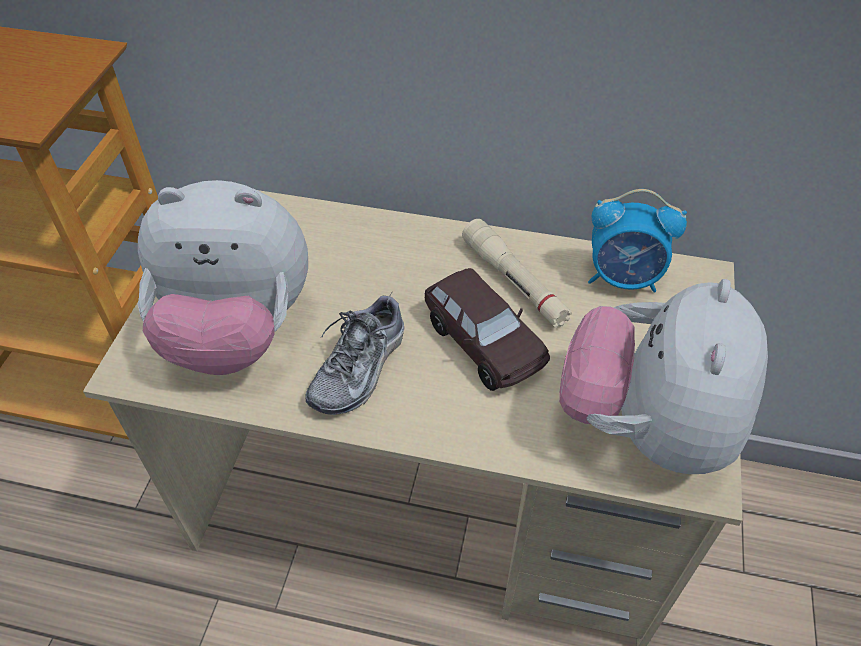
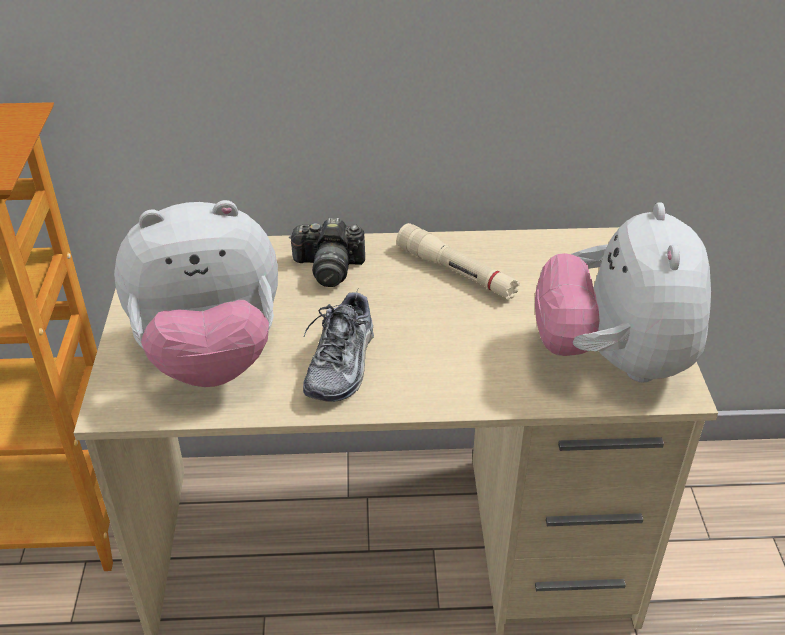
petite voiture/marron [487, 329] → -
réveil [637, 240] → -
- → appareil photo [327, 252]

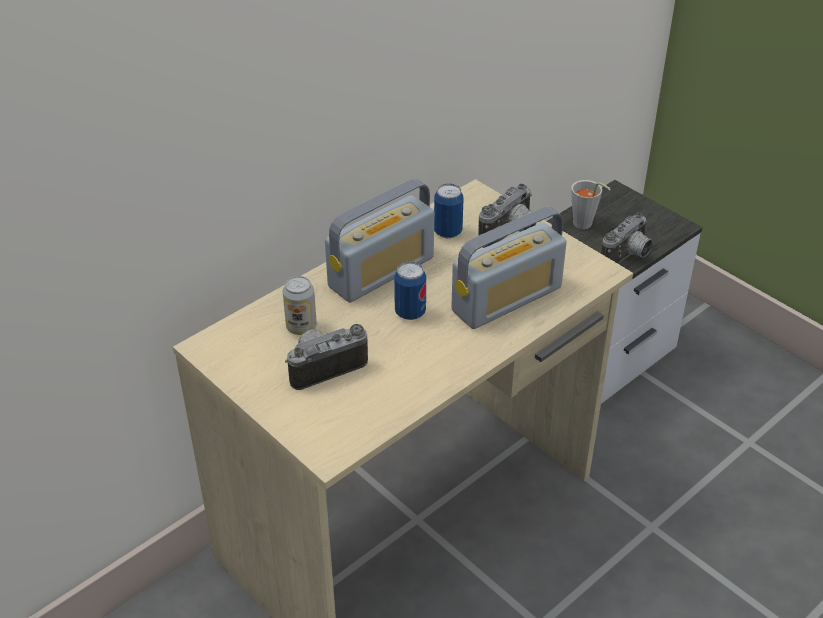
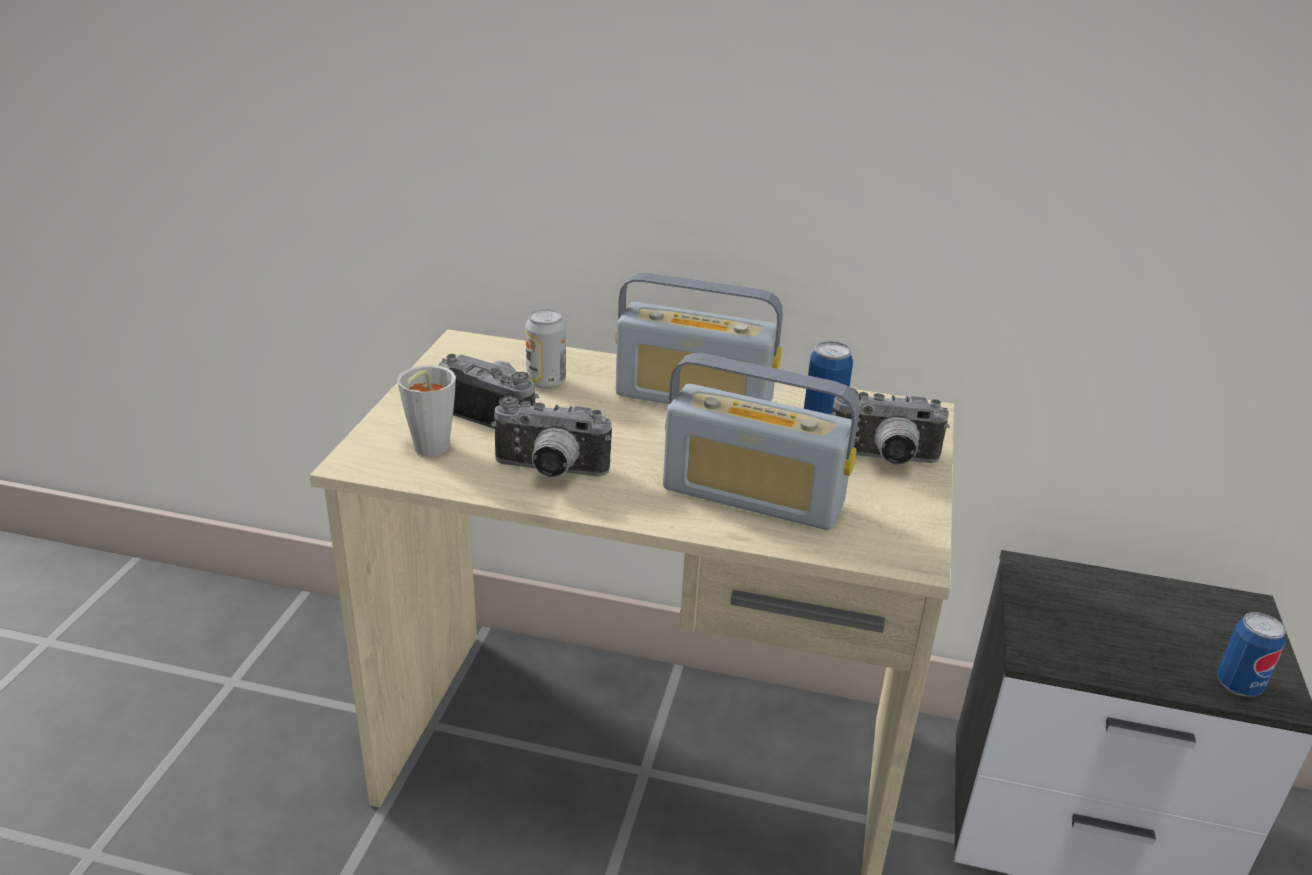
boîte métallique [410, 291] → boîte métallique [1251, 654], relocated
tasse/gris [590, 204] → tasse/gris [426, 410], relocated
appareil photo [626, 238] → appareil photo [551, 437], relocated

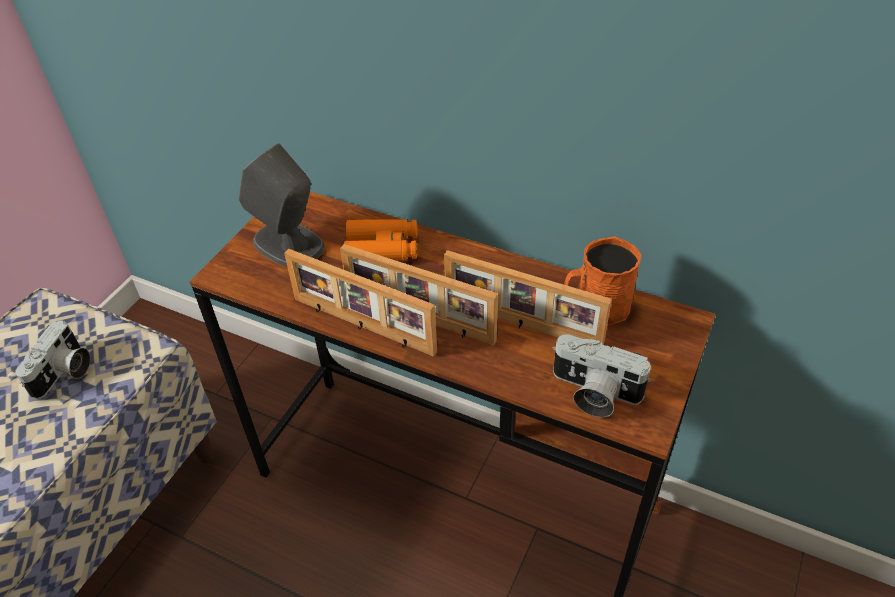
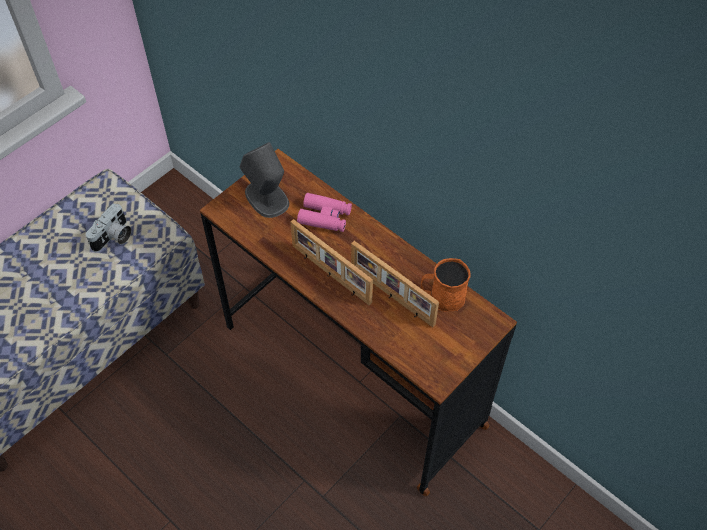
cadre photo [360, 303] → -
jumelles/orange [380, 240] → jumelles/rose [324, 212]
appareil photo [602, 376] → -

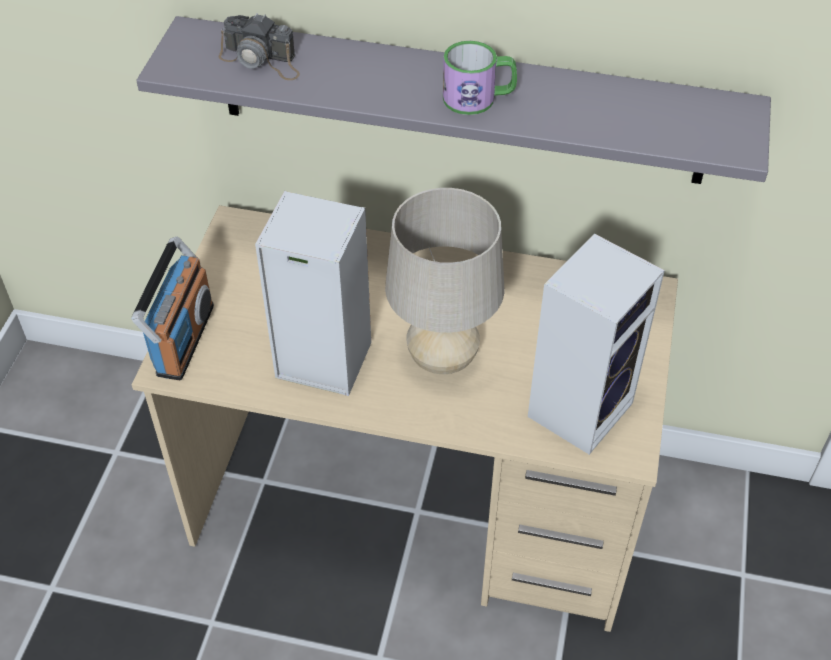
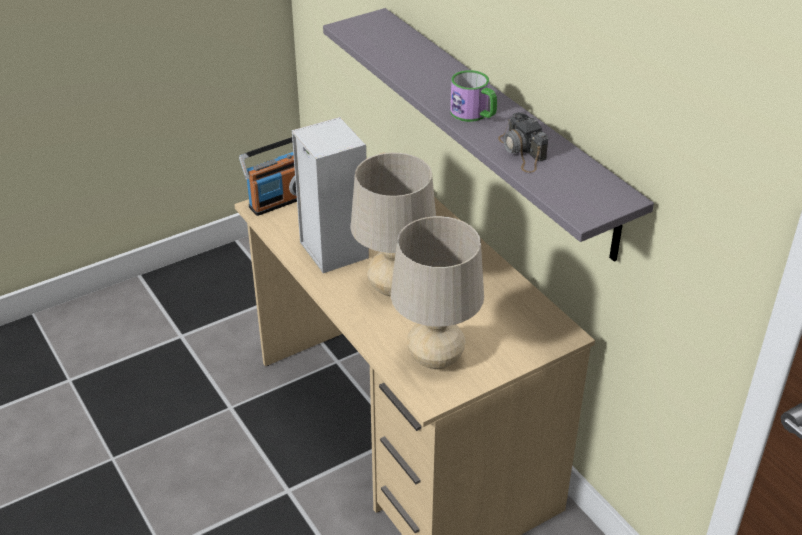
appareil photo [259, 46] → appareil photo [523, 142], relocated
enceinte [596, 344] → lampe de table/beige [437, 293]

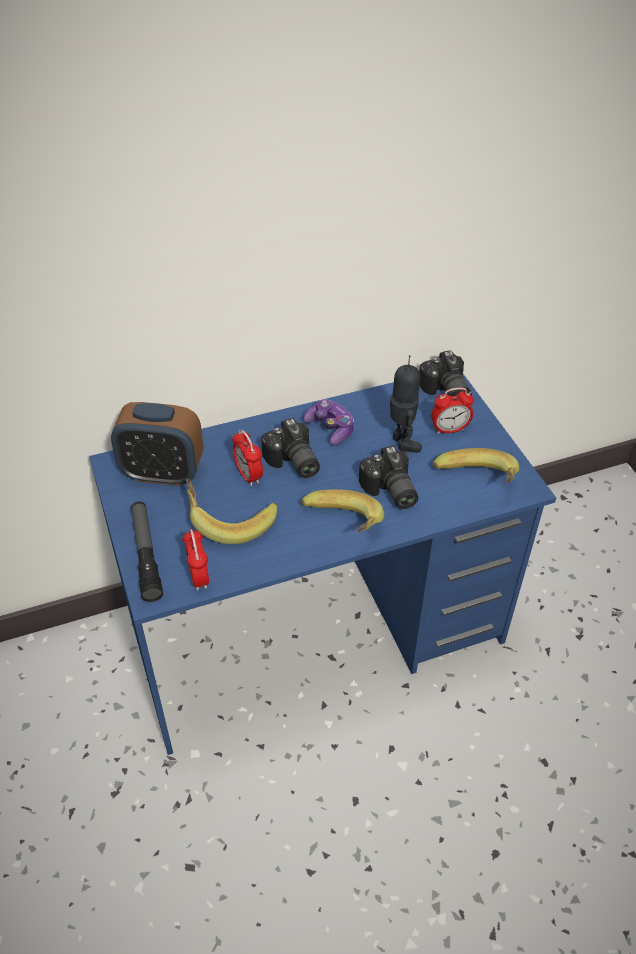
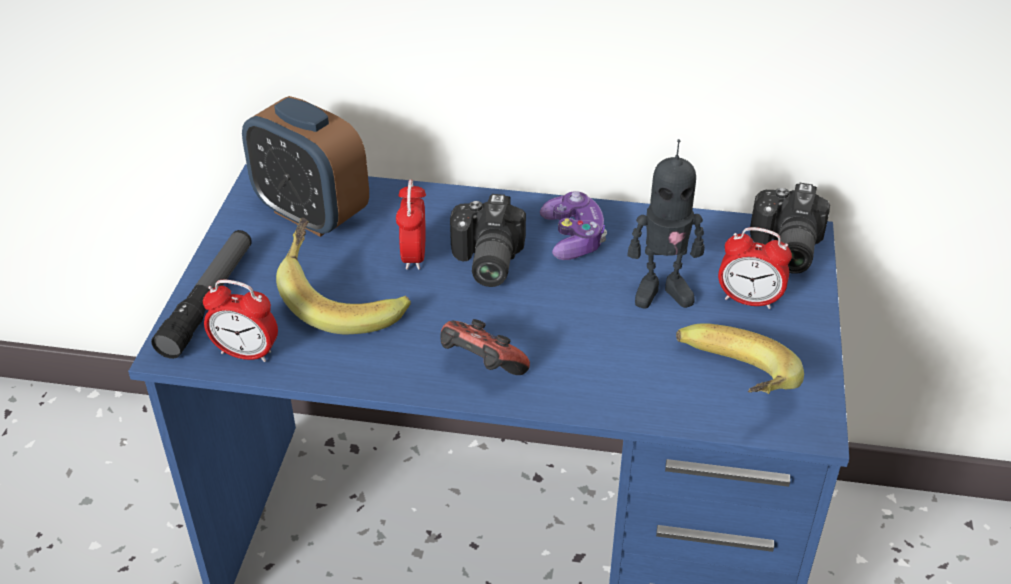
réveil [196, 560] → réveil [240, 320], 90 degrees counterclockwise
banane [342, 511] → manette [485, 347]
appareil photo [388, 477] → -
robot jouet [406, 404] → robot jouet [666, 224], 75 degrees clockwise

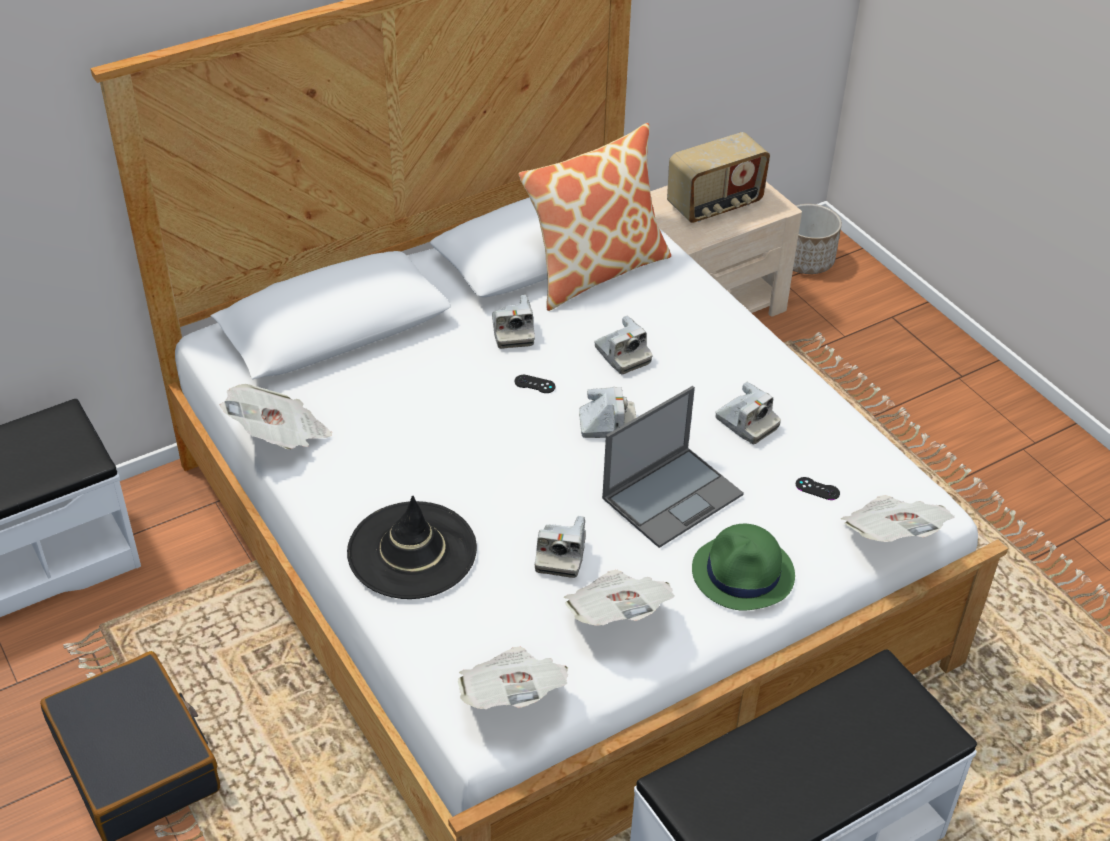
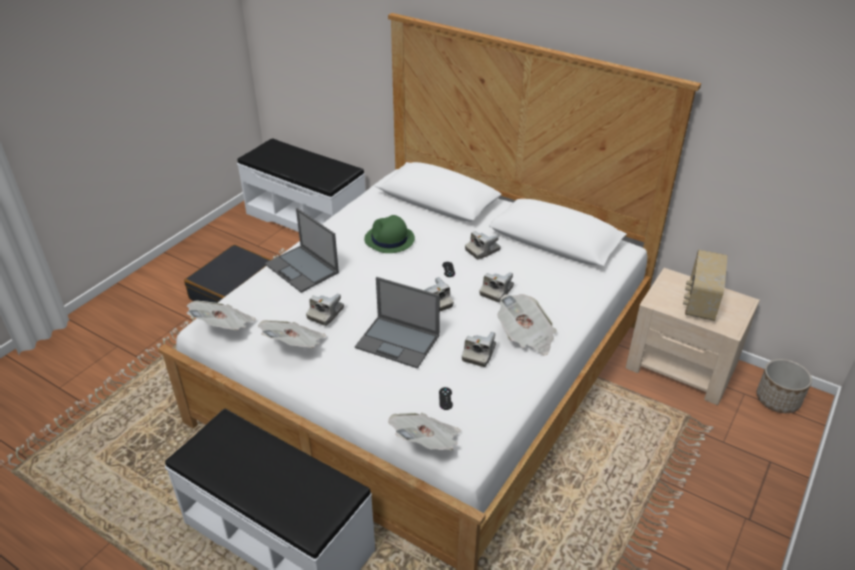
journal [276, 416] → journal [527, 325], relocated
chapeau/noir [412, 547] → ordinateur portable [302, 250]
coussin [595, 217] → -
appareil photo [560, 547] → appareil photo [325, 309], 45 degrees counterclockwise
radio [718, 177] → radio [705, 285], 75 degrees clockwise
chapeau/vert [743, 567] → chapeau/vert [389, 234], relocated

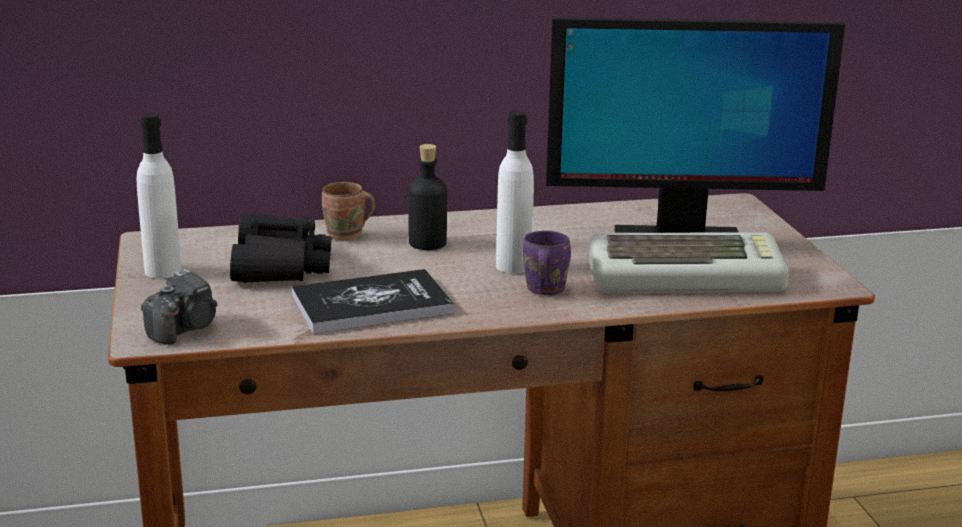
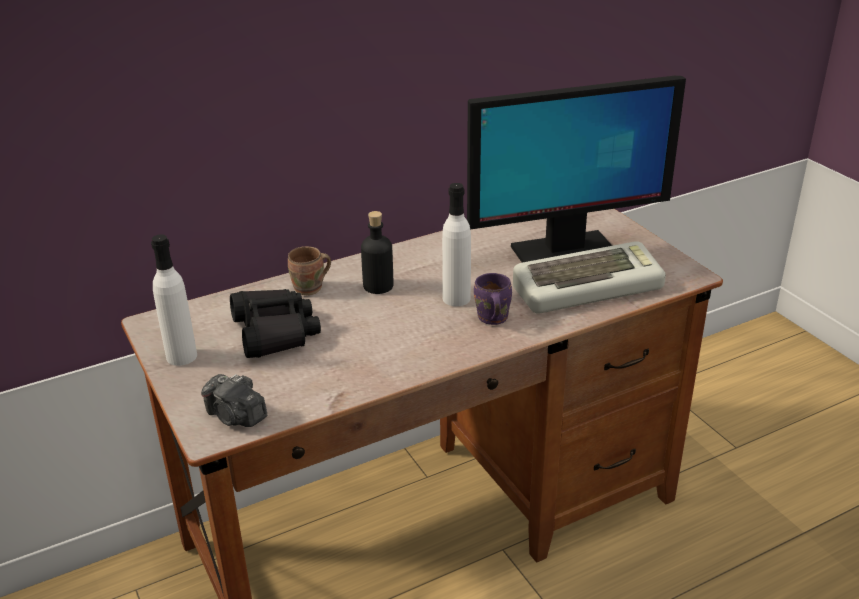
appareil photo [179, 307] → appareil photo [234, 400], 105 degrees clockwise
livre [372, 301] → -

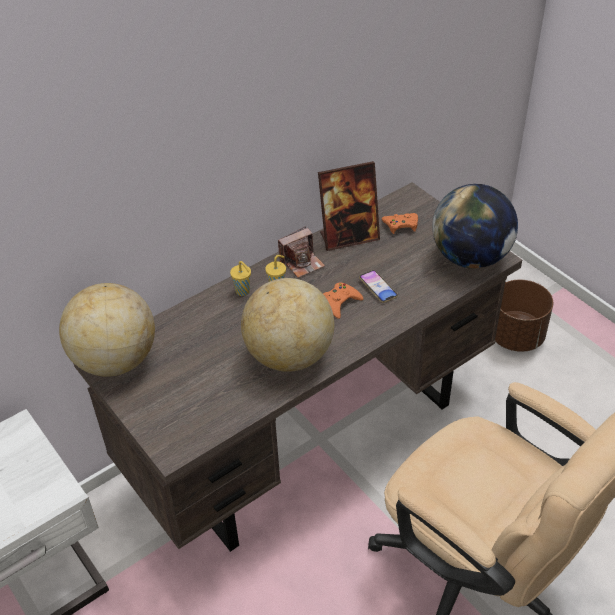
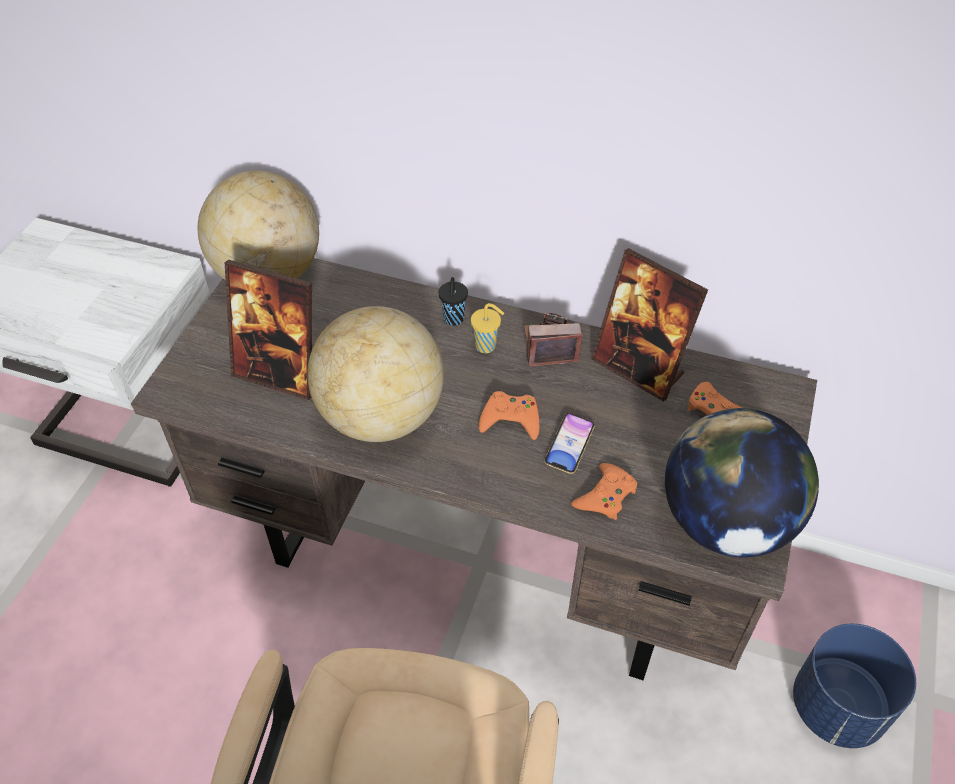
tasse/jaune [240, 278] → tasse/noir [453, 301]
appareil photo [301, 252] → appareil photo [553, 339], 150 degrees clockwise
cache-pot/marron [524, 315] → cache-pot/bleu [854, 686]
- → cadre photo [268, 330]
- → manette/orange [604, 491]

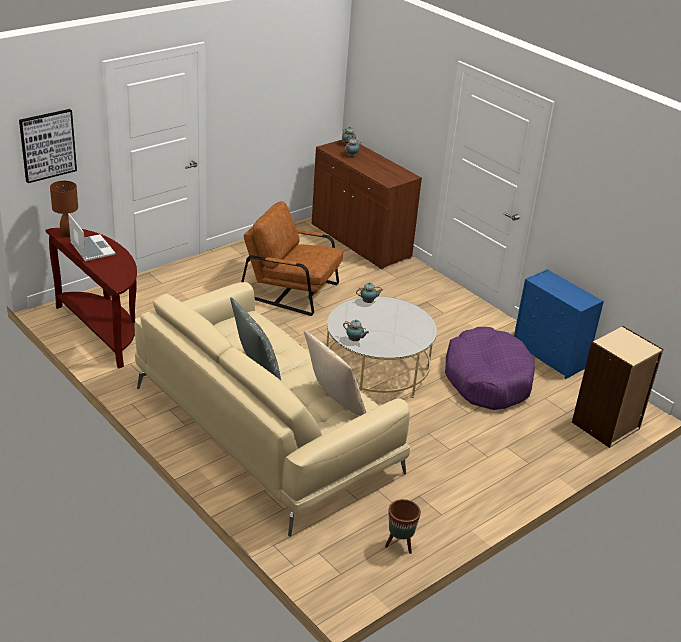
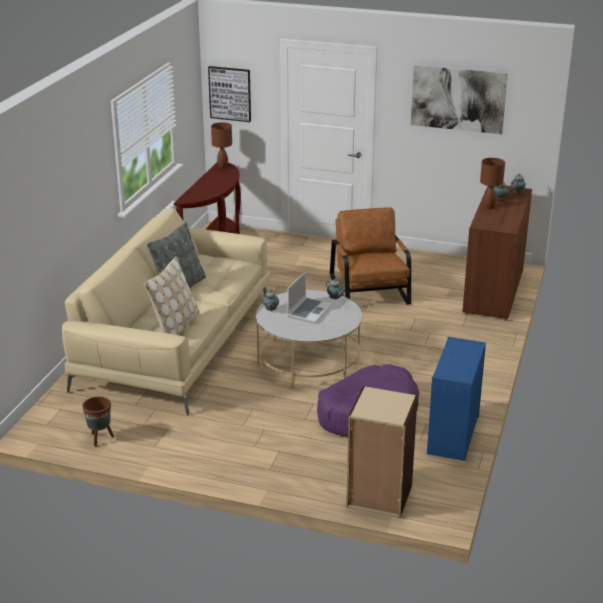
ordinateur portable [92, 237] → ordinateur portable [309, 297], relocated
- → tableau [459, 99]
- → lampe de table/marron [492, 183]

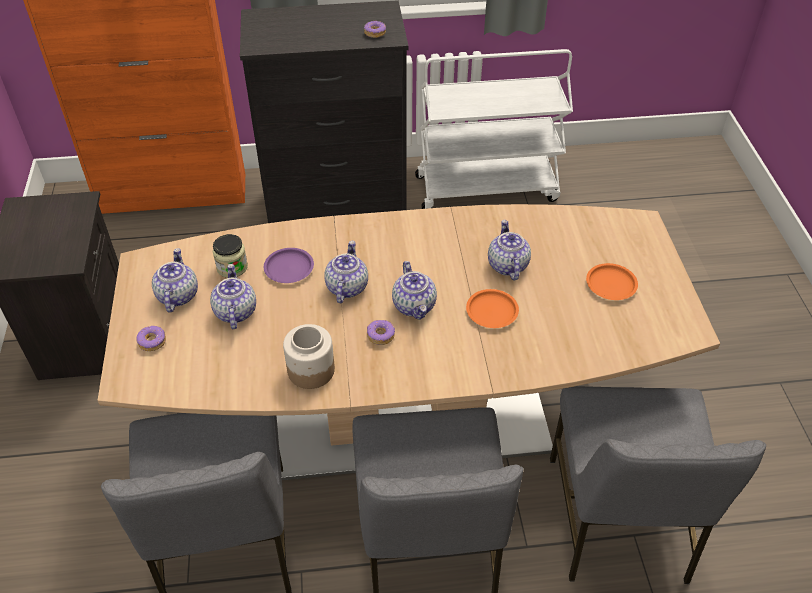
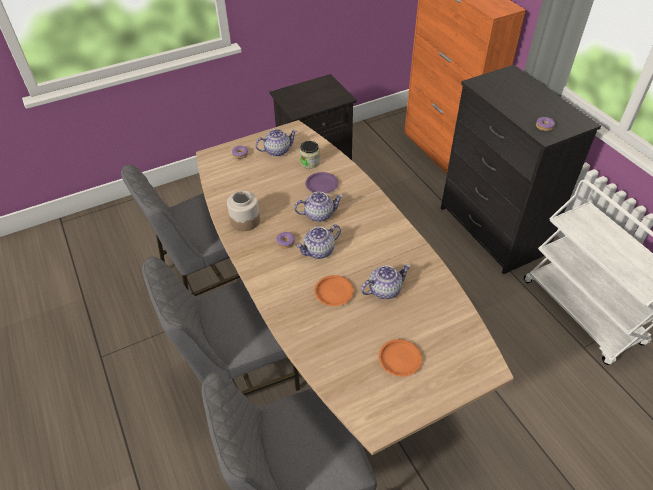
théière [233, 296] → -

